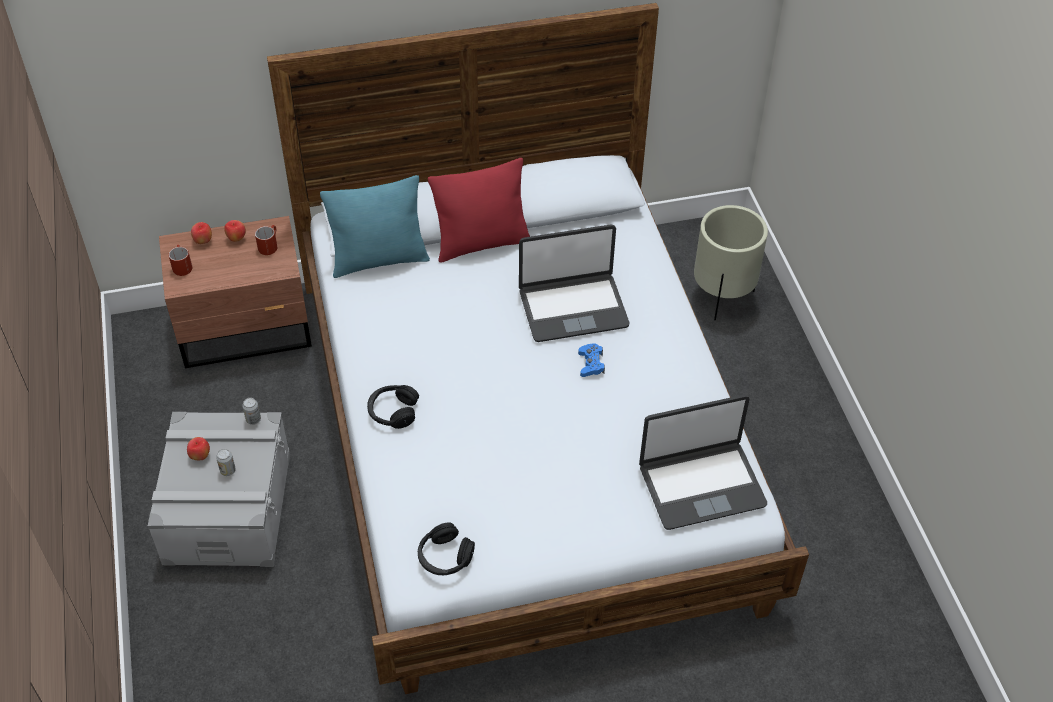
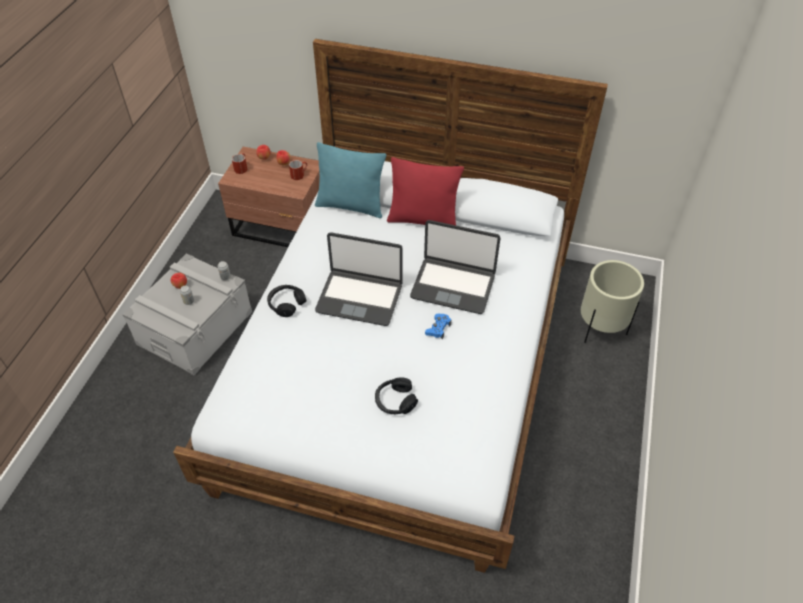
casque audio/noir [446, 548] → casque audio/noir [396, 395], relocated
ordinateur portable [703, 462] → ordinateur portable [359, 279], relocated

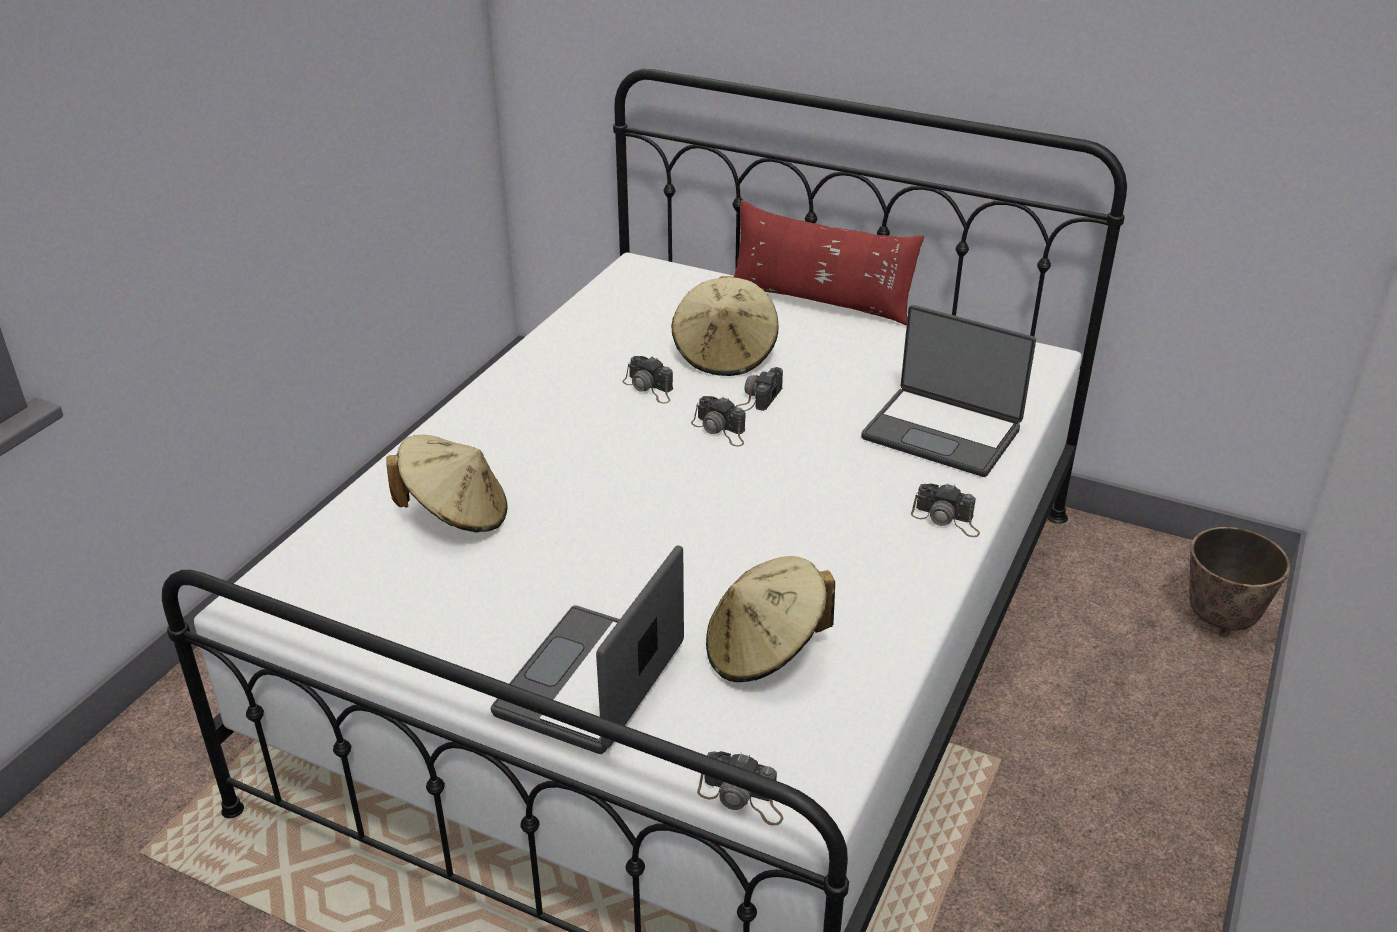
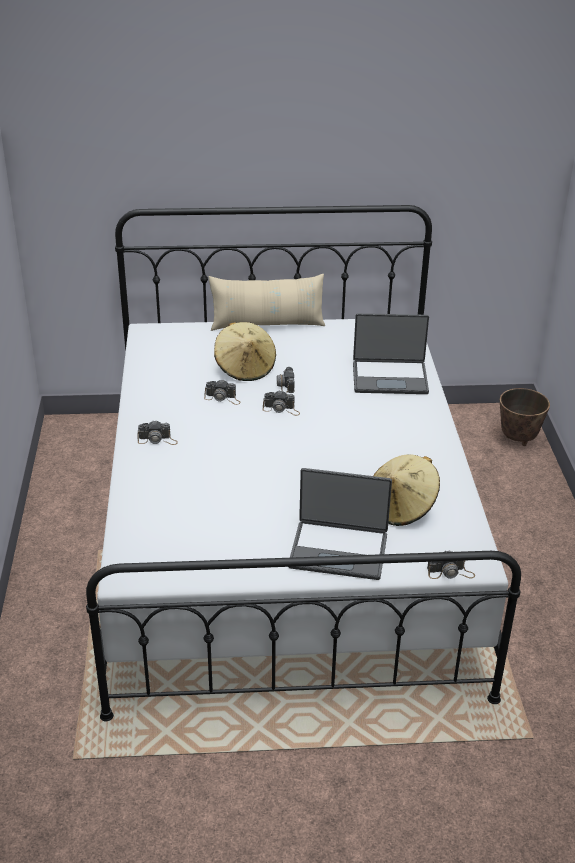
chapeau/beige [447, 483] → -
ordinateur portable [587, 649] → ordinateur portable [340, 524], 75 degrees counterclockwise
coussin/rouge [829, 263] → coussin/beige [267, 302]
appareil photo [945, 510] → appareil photo [158, 432], relocated

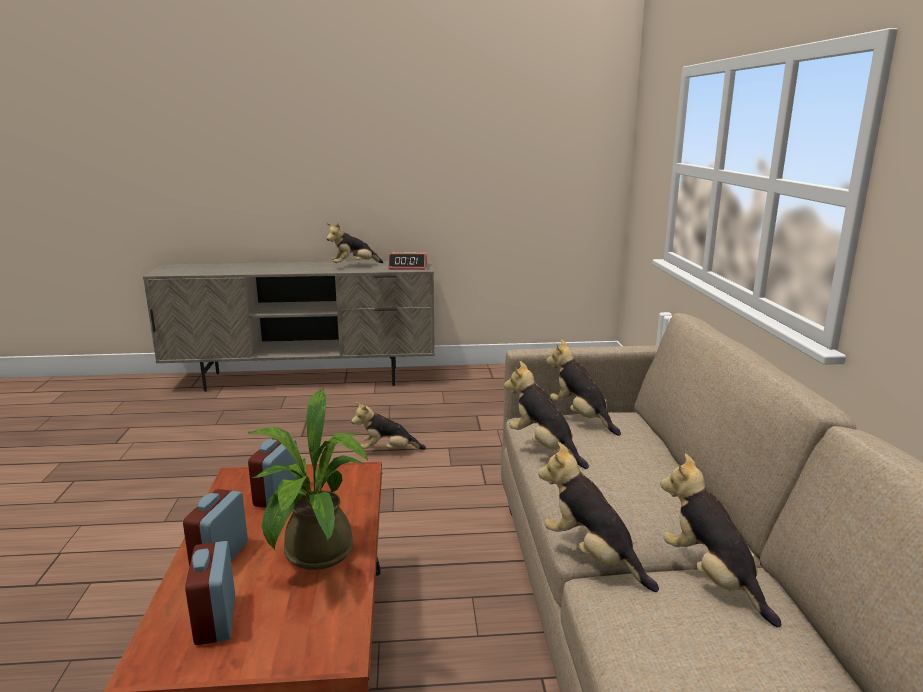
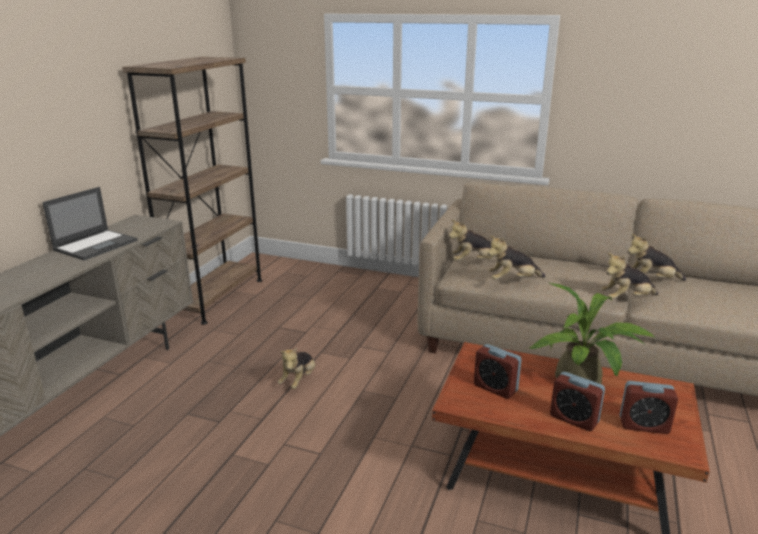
peluche [354, 243] → ordinateur portable [90, 223]
réveil [407, 261] → -
- → bibliothèque/marron [192, 191]

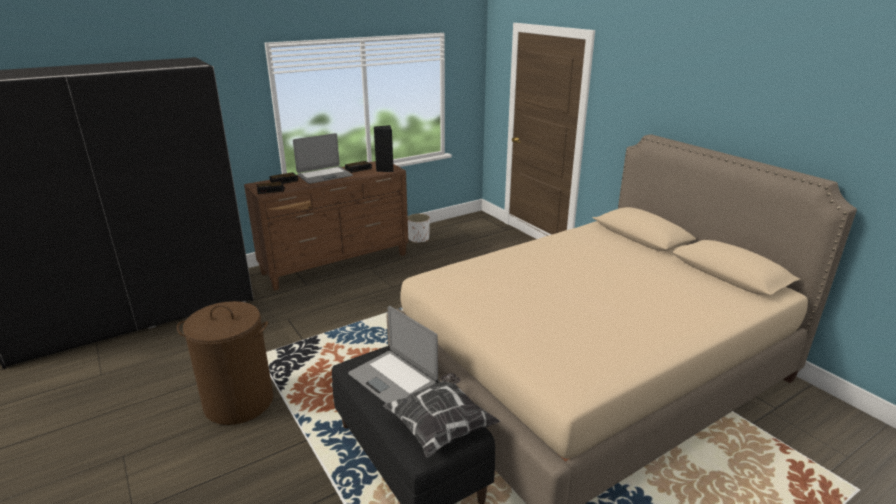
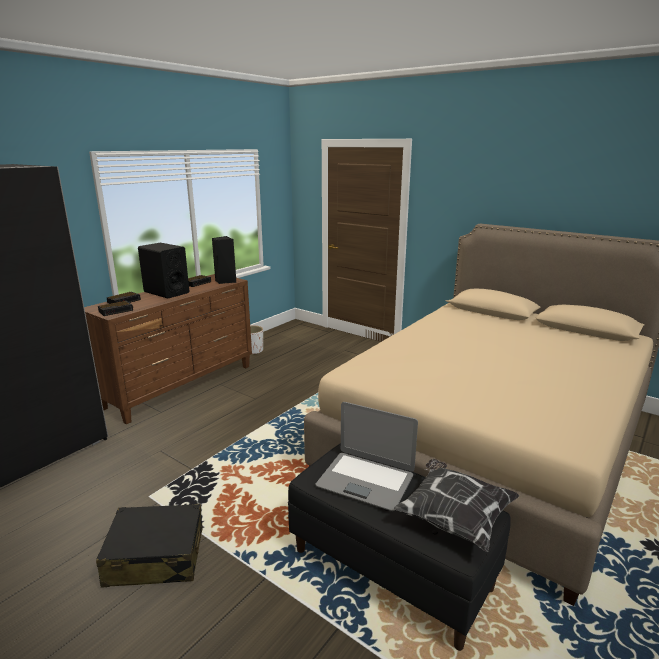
panier à linge/marron [225, 363] → valise/noir [149, 546]
ordinateur portable [323, 158] → enceinte/noir [163, 271]

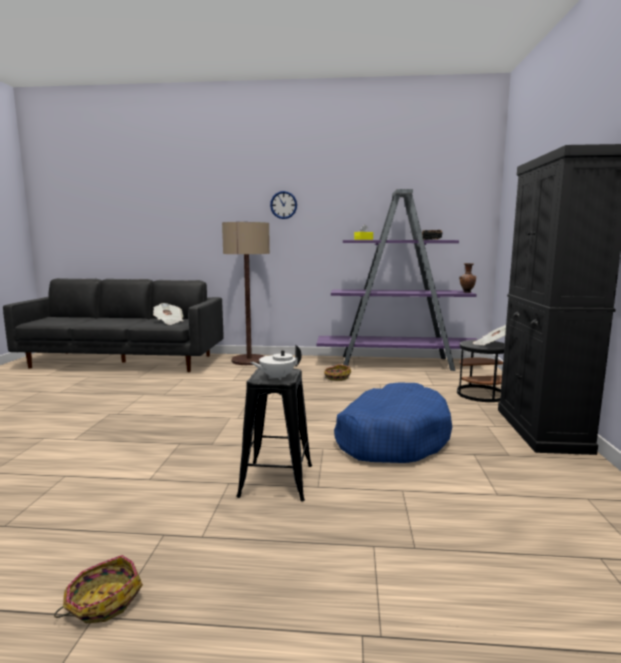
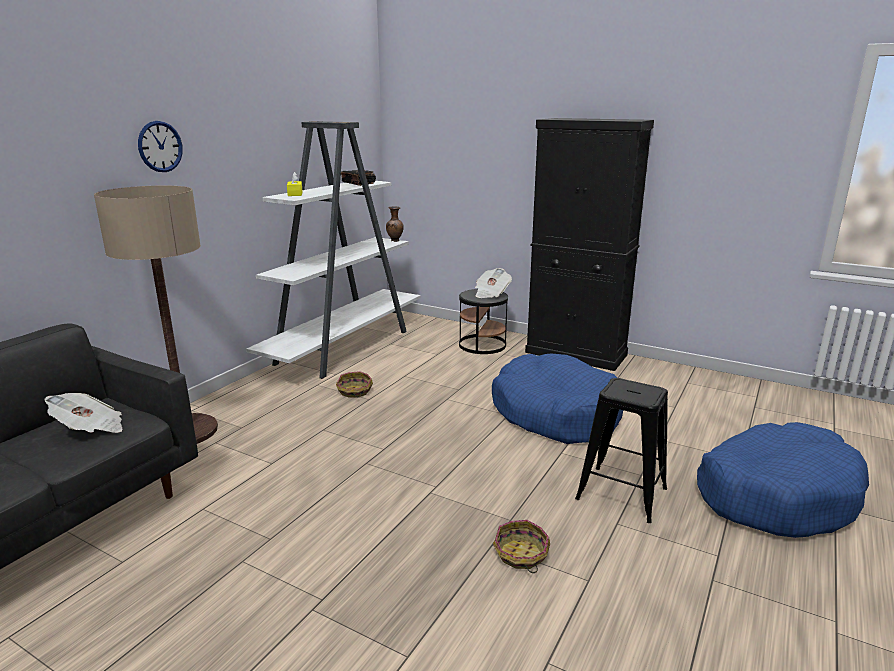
panier [98, 589] → panier [521, 546], relocated
théière/blanc [276, 362] → -
bibliothèque/violet [397, 280] → bibliothèque/blanc [333, 250]
- → panier pour chien/bleu [783, 480]

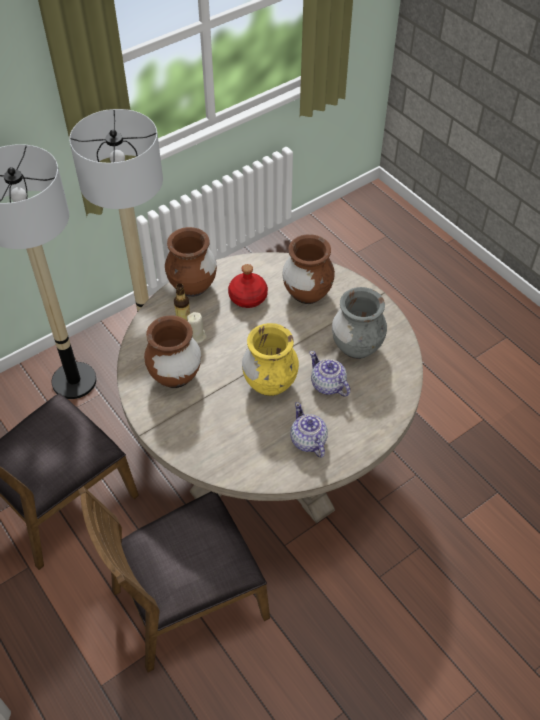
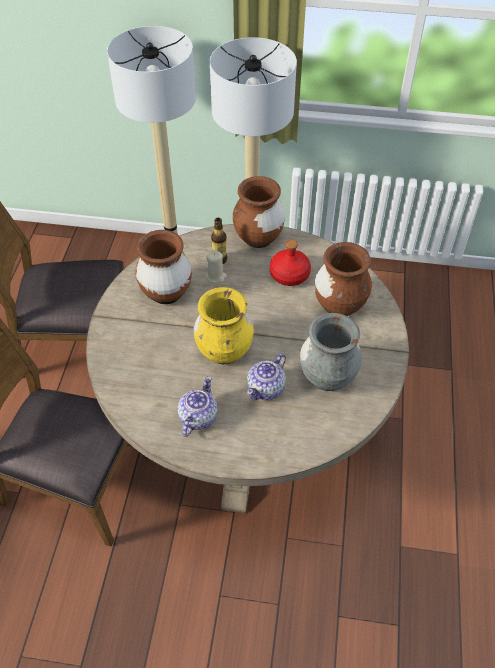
théière [329, 373] → théière [266, 376], 150 degrees counterclockwise

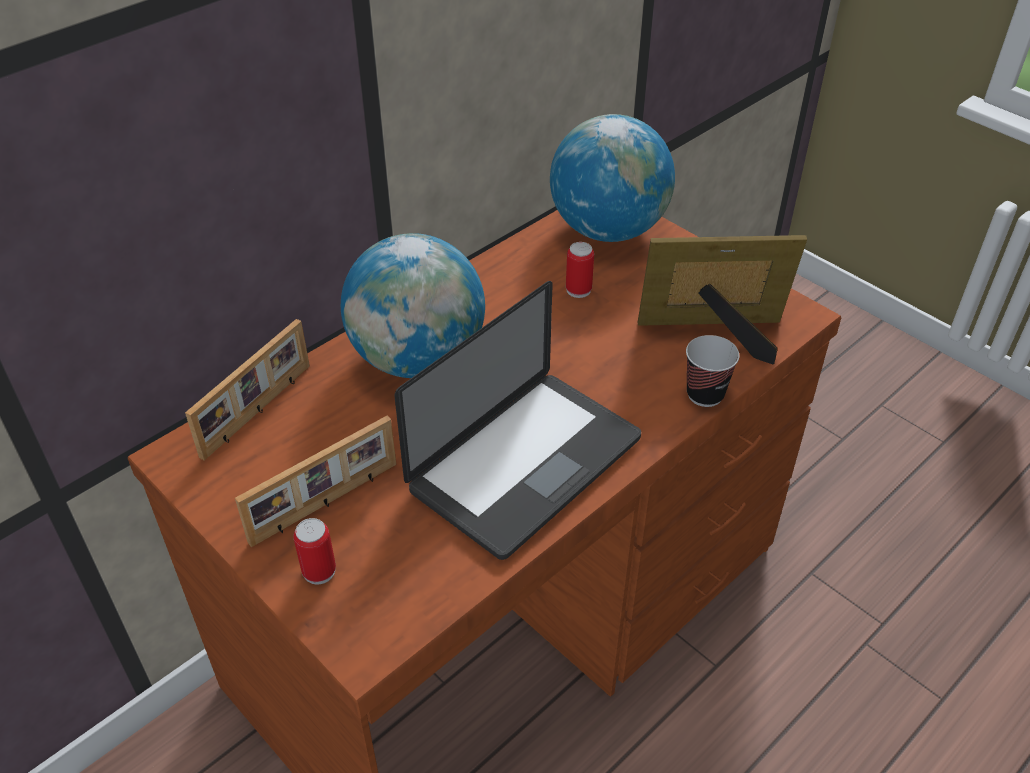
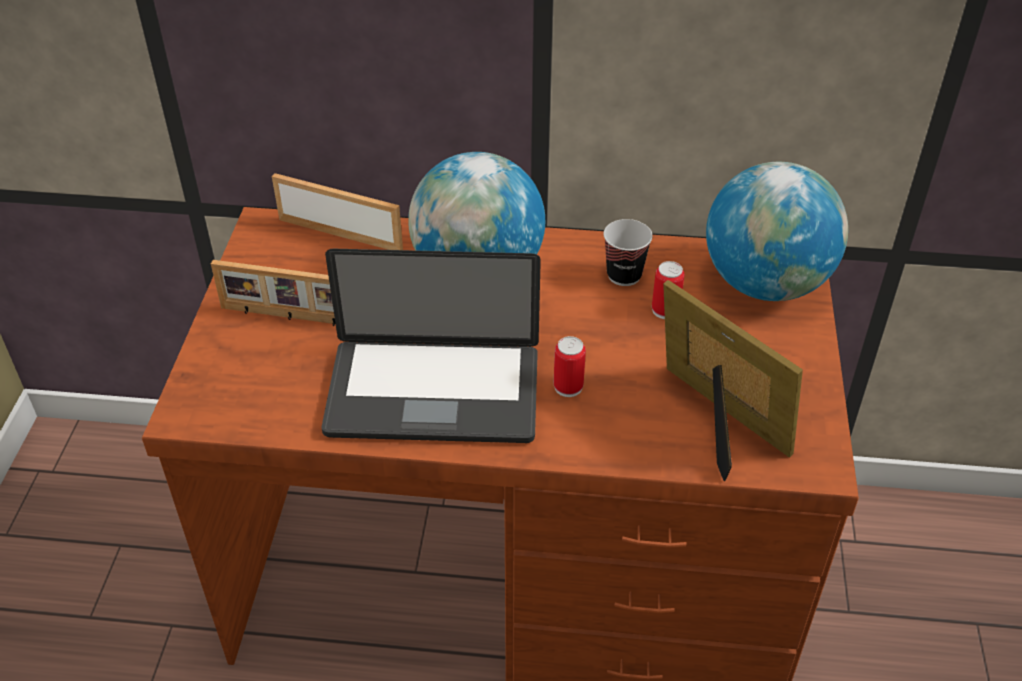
cadre photo [247, 390] → cadre photo [337, 211], 150 degrees counterclockwise
boîte métallique [314, 551] → boîte métallique [570, 366], relocated
tasse [712, 371] → tasse [628, 252], relocated

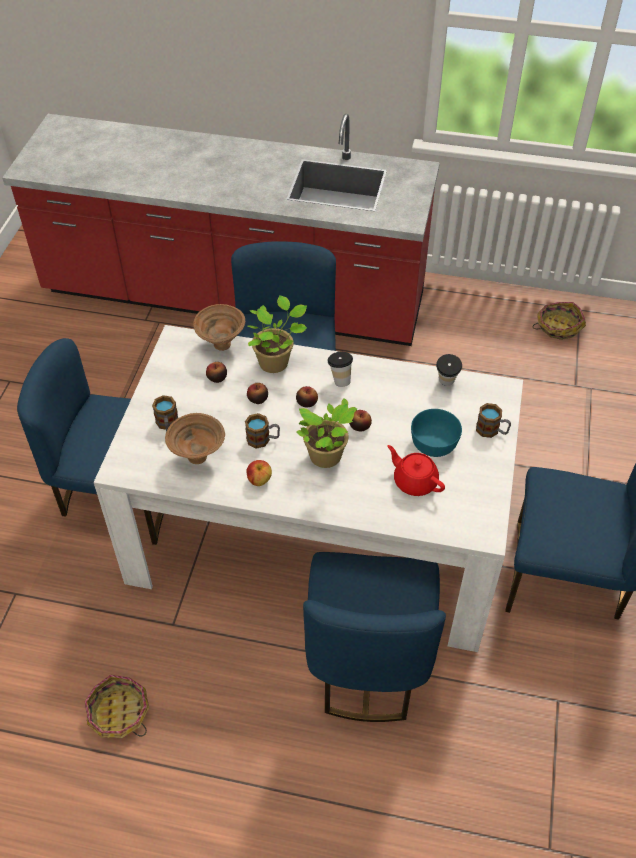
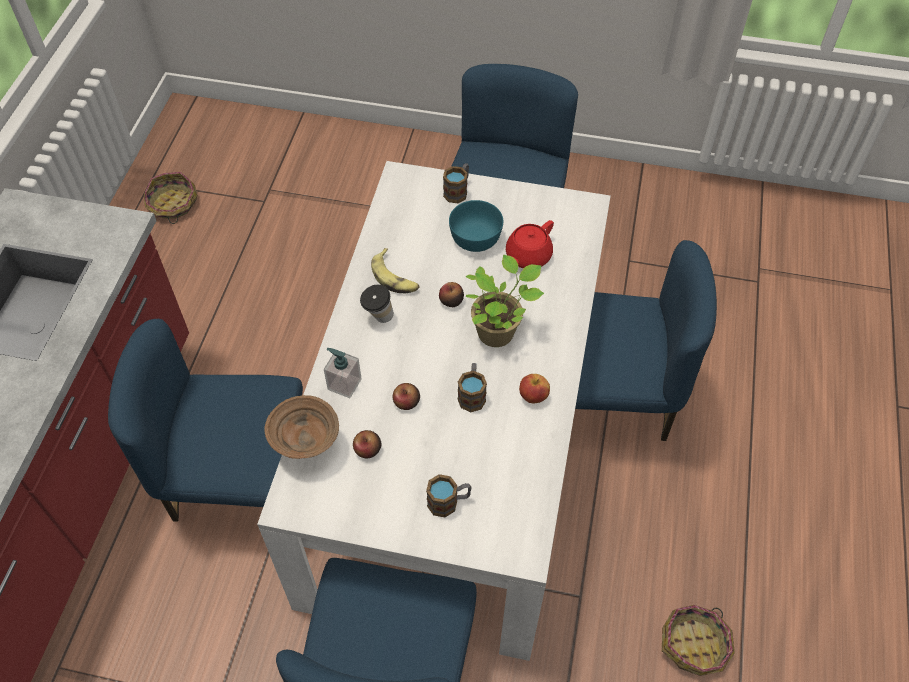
bol/marron [195, 438] → -
plante en pot [277, 334] → distributeur de savon [343, 373]
pomme [307, 396] → -
tasse [449, 370] → -
- → banane [395, 270]

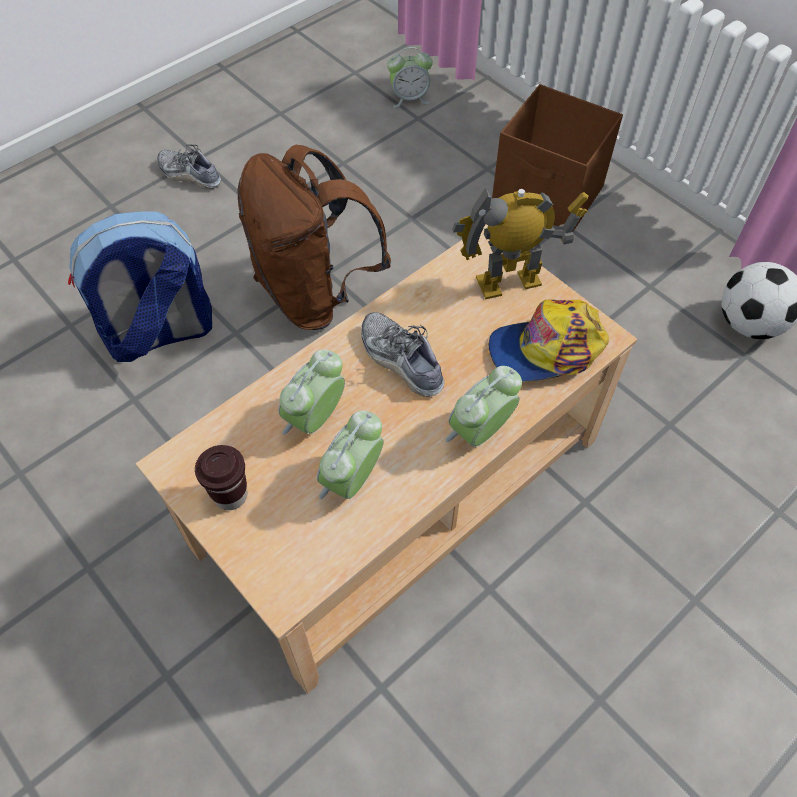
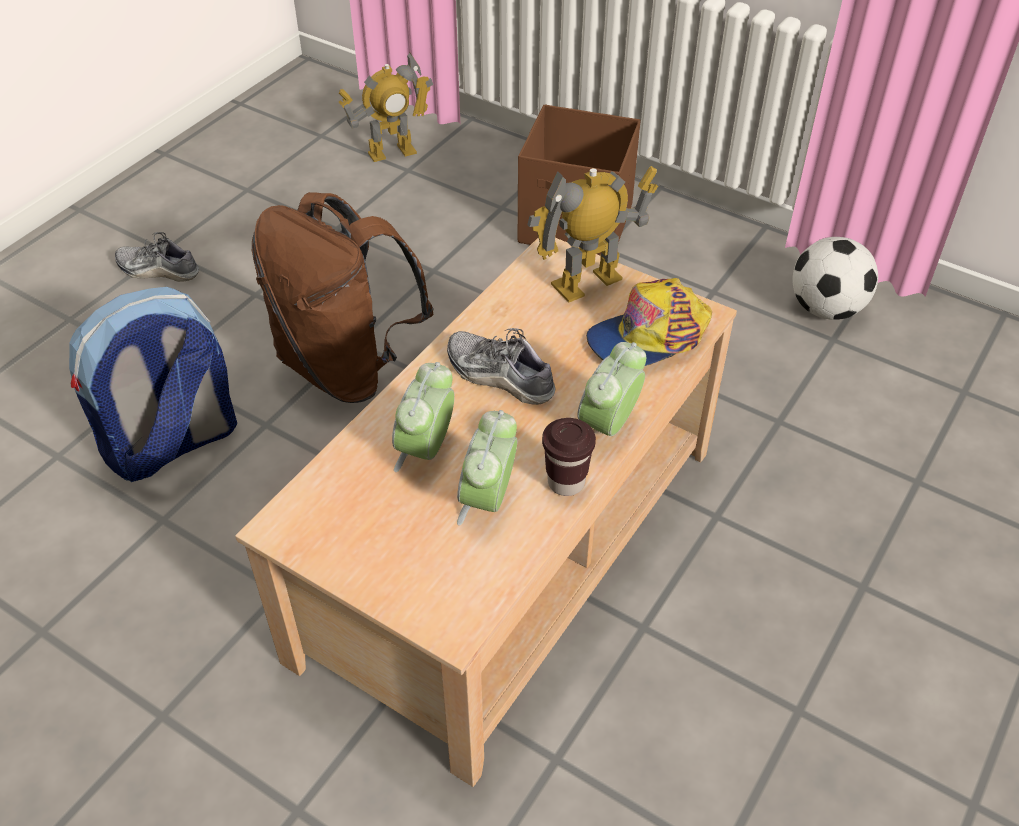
tasse/marron [221, 477] → tasse/marron [569, 457], relocated
réveil [410, 77] → robot jouet [386, 107]

